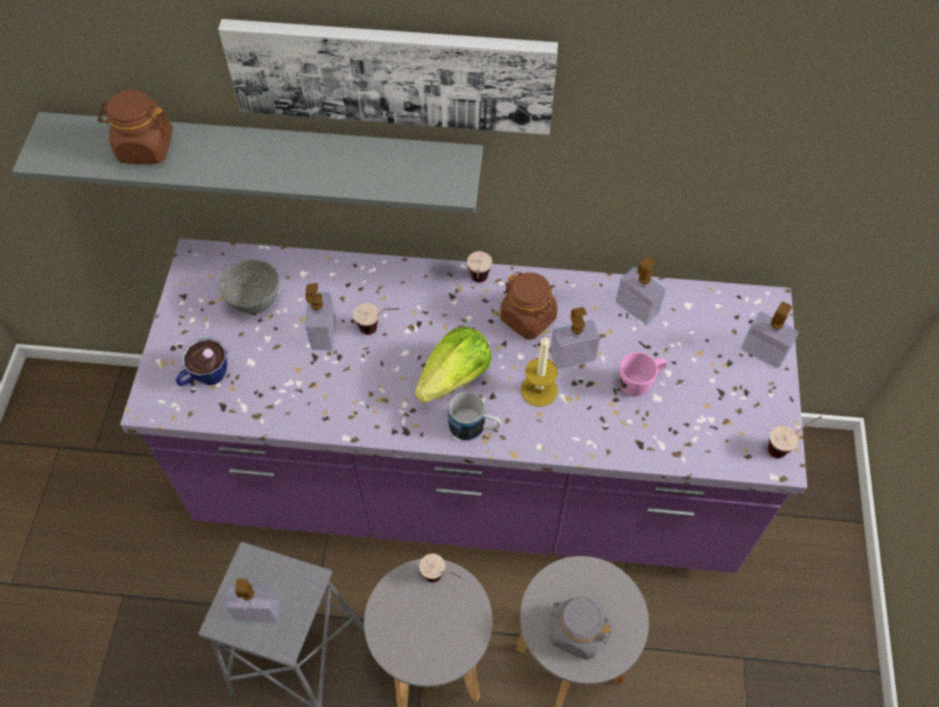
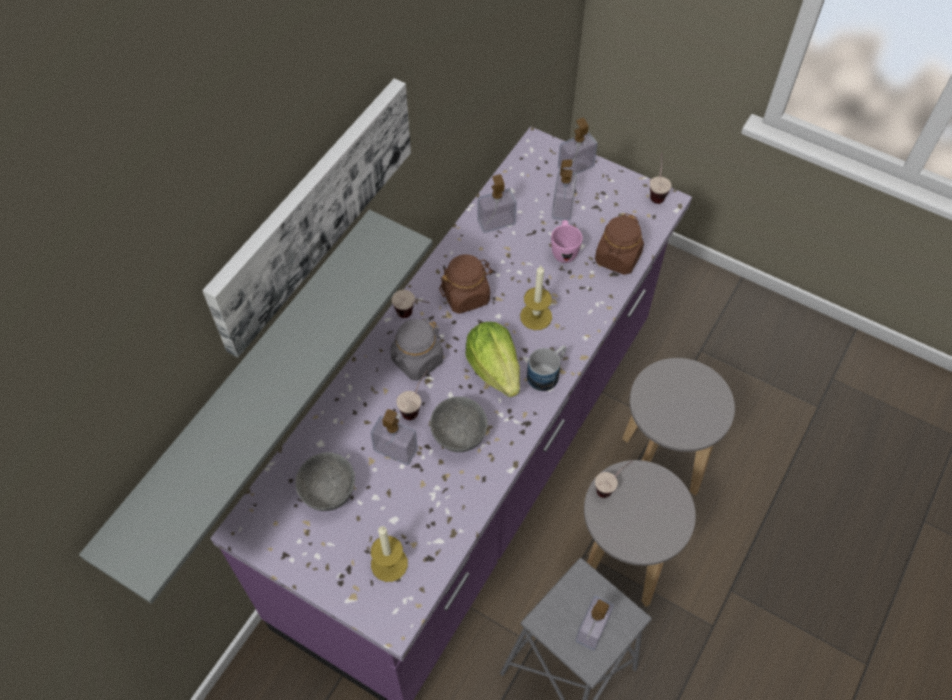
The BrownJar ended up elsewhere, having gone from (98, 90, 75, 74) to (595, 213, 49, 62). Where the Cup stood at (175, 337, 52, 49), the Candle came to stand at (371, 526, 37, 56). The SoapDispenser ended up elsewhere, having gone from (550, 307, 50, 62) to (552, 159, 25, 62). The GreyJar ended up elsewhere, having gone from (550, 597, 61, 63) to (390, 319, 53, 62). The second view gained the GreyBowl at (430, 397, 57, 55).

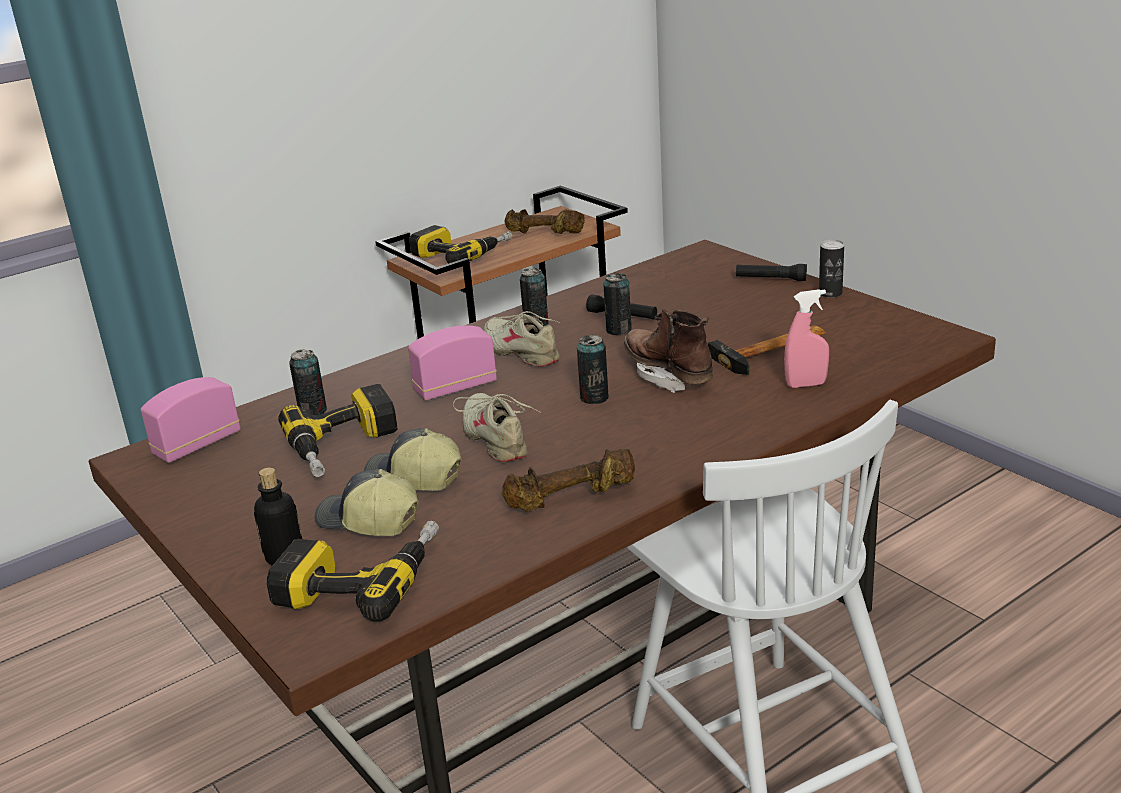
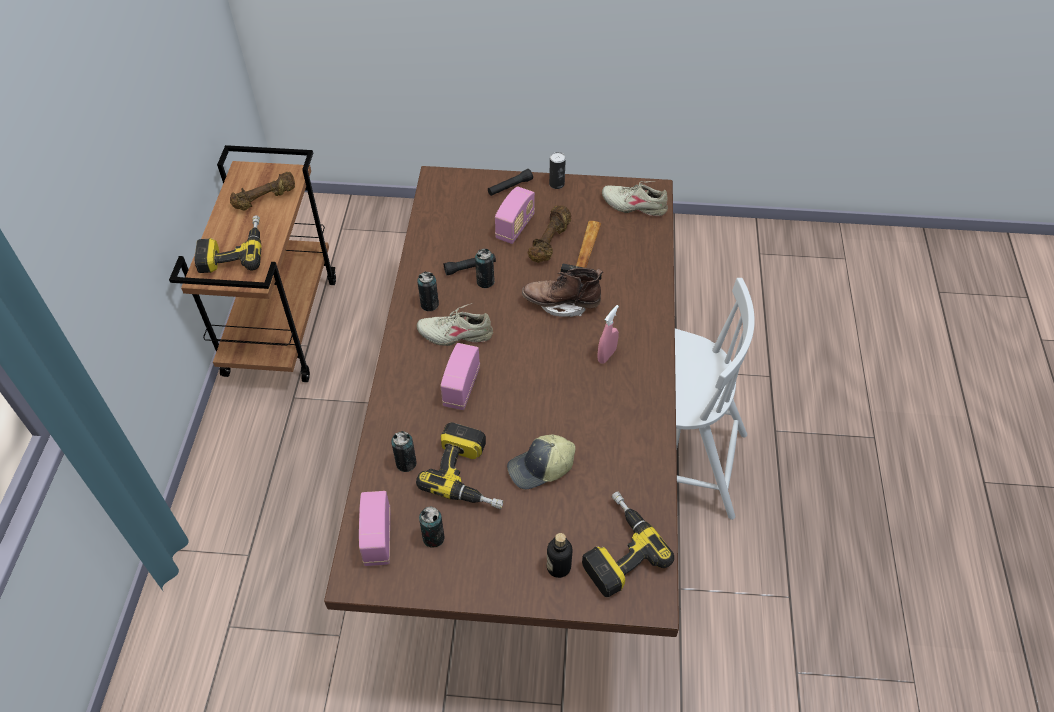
The second view lost the Cap at (315, 469, 104, 67). The BeigeShoe ended up elsewhere, having gone from (452, 393, 89, 69) to (602, 181, 66, 35). The BrownDumbbell ended up elsewhere, having gone from (502, 449, 133, 63) to (528, 205, 43, 58). The Can ended up elsewhere, having gone from (577, 334, 32, 70) to (419, 506, 25, 42). The PinkSprayBottle ended up elsewhere, having gone from (784, 289, 45, 99) to (597, 305, 22, 59). The second view gained the Radio at (495, 186, 40, 58).

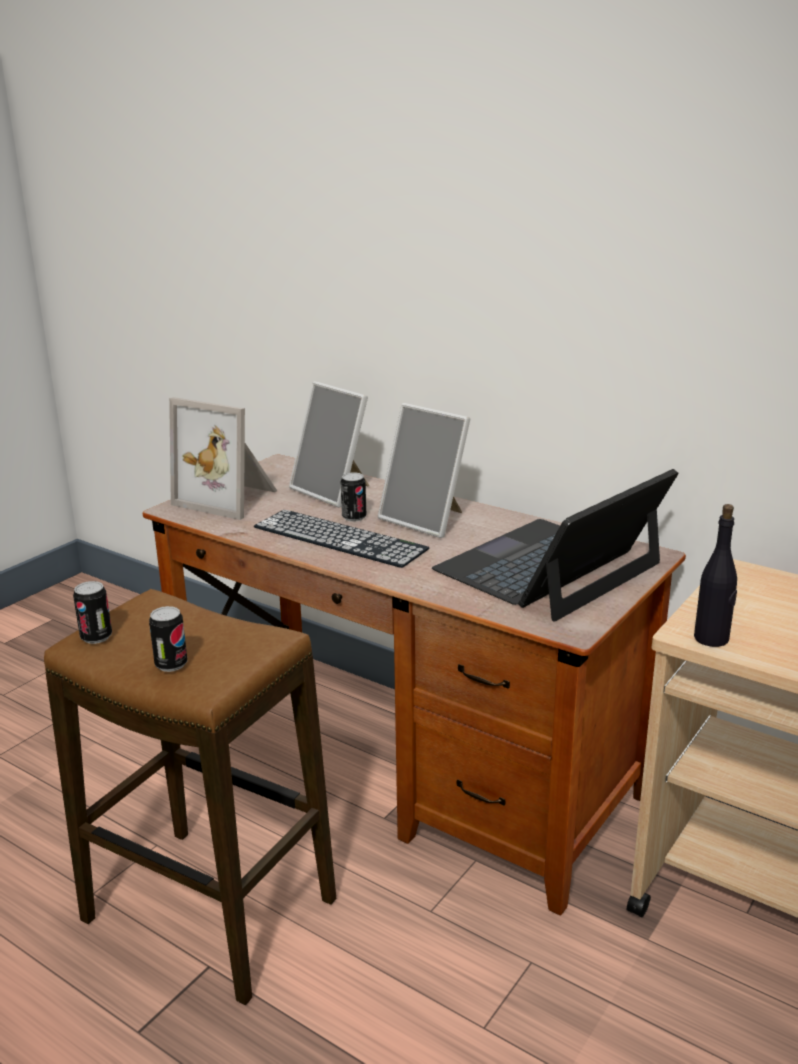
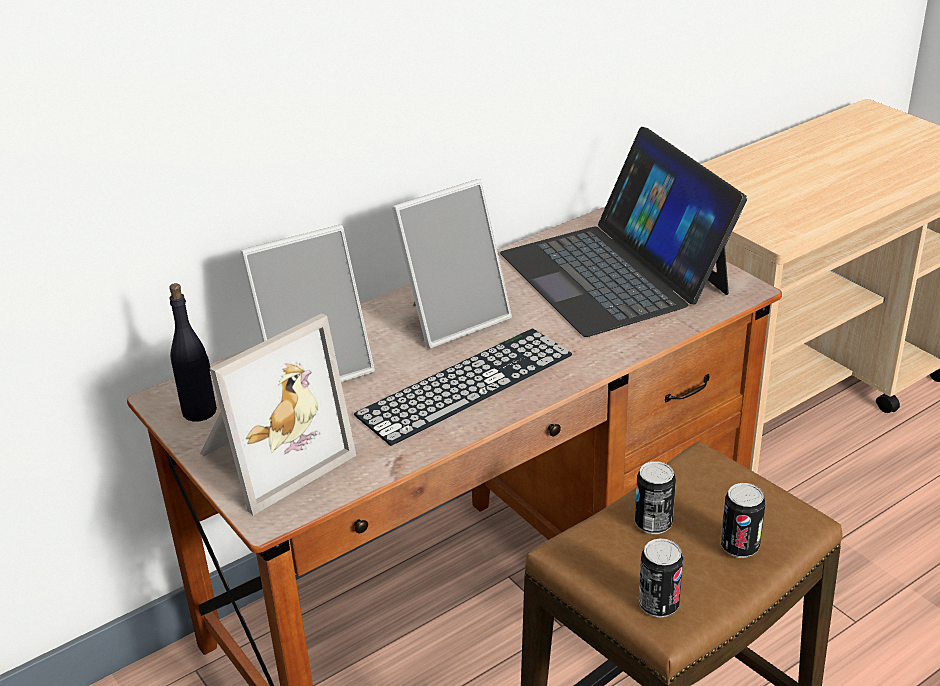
The Can ended up elsewhere, having gone from (341, 472, 25, 50) to (635, 461, 41, 73). The BlackBottle ended up elsewhere, having gone from (694, 504, 43, 143) to (169, 283, 48, 139).

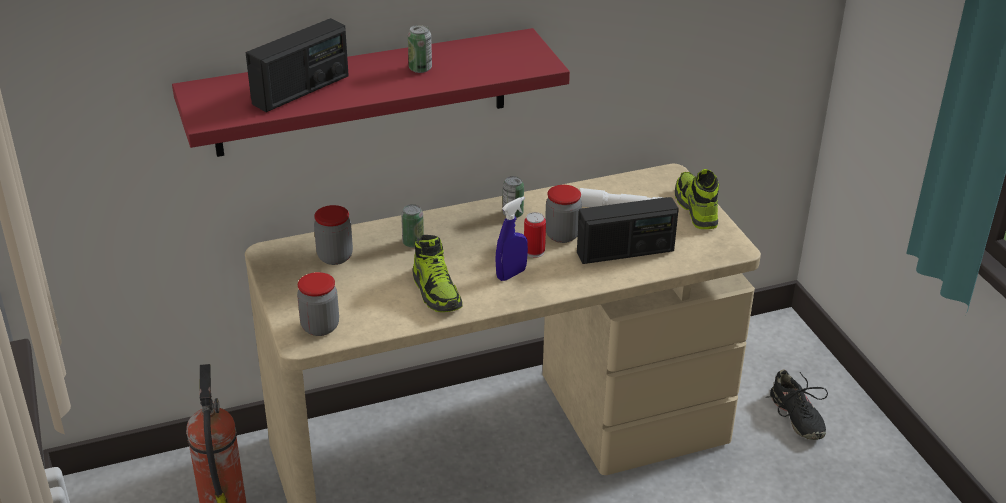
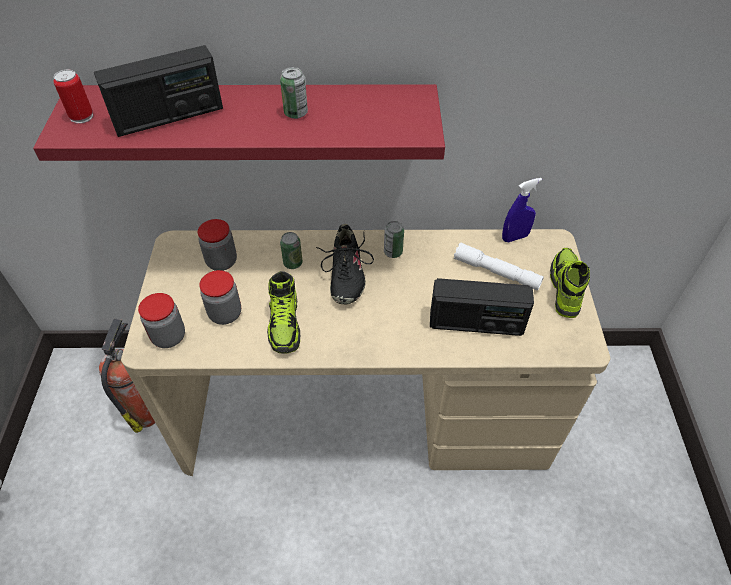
The BlueSprayBottle ended up elsewhere, having gone from (495, 196, 33, 85) to (502, 178, 40, 64). The Can ended up elsewhere, having gone from (524, 212, 22, 46) to (54, 70, 39, 54). The Jar ended up elsewhere, having gone from (545, 185, 37, 58) to (199, 270, 42, 55). The BlackShoe ended up elsewhere, having gone from (766, 369, 62, 71) to (316, 224, 58, 80).

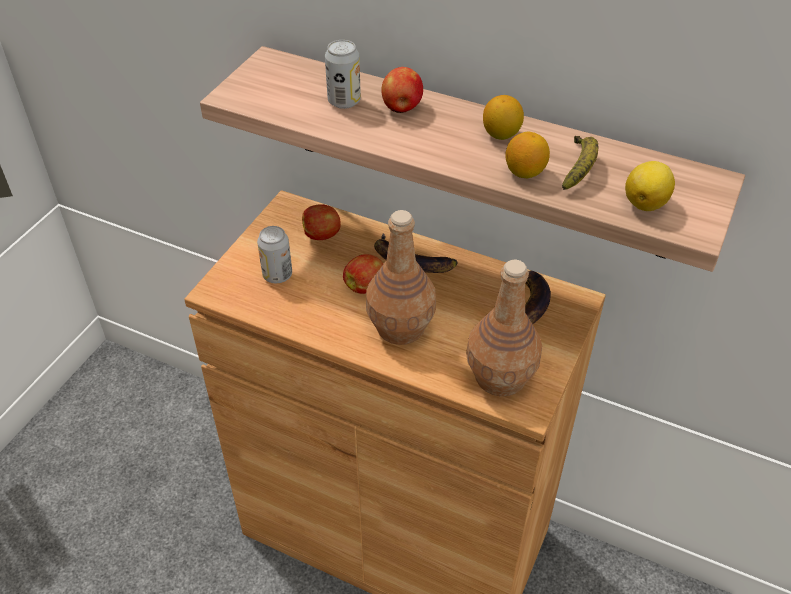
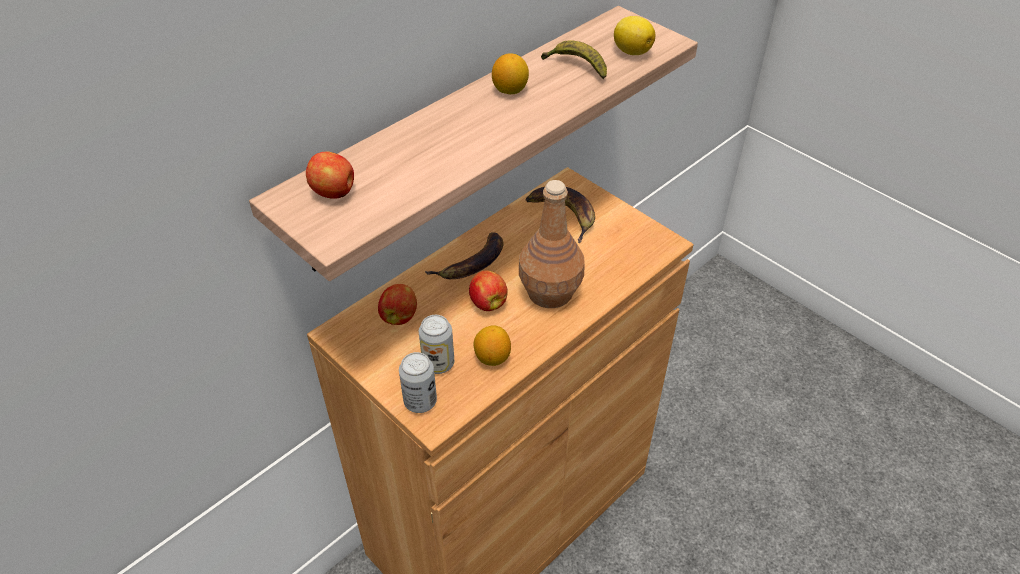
The Can ended up elsewhere, having gone from (325, 40, 36, 69) to (399, 352, 38, 61). The Apple ended up elsewhere, having gone from (381, 67, 42, 46) to (306, 151, 48, 48). The second view lost the BrownBottle at (466, 260, 76, 136). The Lemon ended up elsewhere, having gone from (505, 132, 45, 46) to (474, 325, 37, 41).

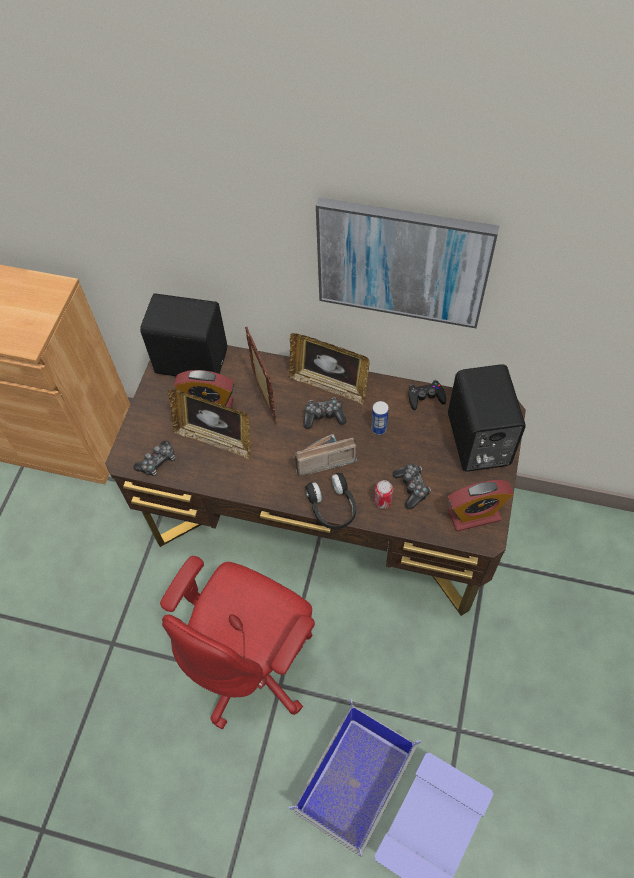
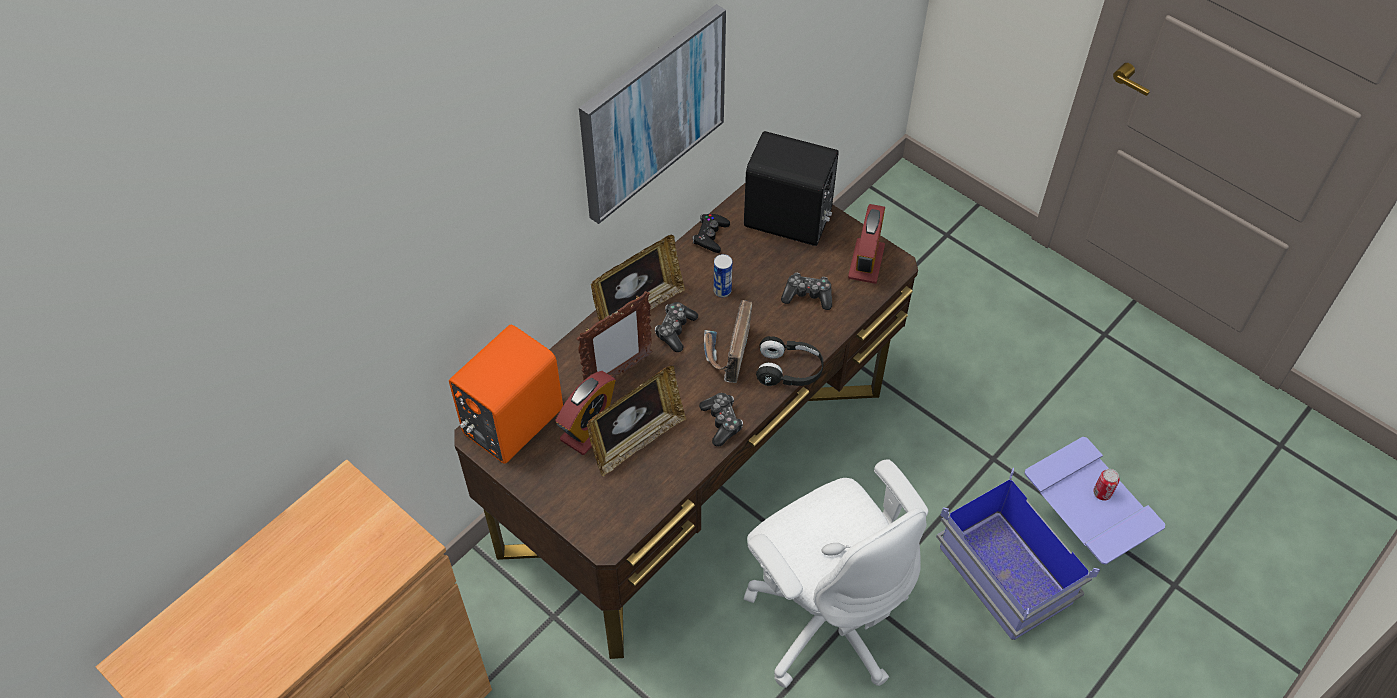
The GameController ended up elsewhere, having gone from (133, 441, 42, 35) to (699, 393, 44, 53). What was the BlackSpeaker at (140, 294, 87, 83) turned into the OrangeSpeaker at (449, 325, 114, 139). What was the RedOfficeChair at (160, 556, 155, 173) turned into the WhiteOfficeChair at (744, 459, 184, 229). The PictureFrame at (245, 327, 32, 97) ended up facing another way, 135 degrees clockwise from before. The Can ended up elsewhere, having gone from (374, 480, 19, 29) to (1093, 469, 27, 31).

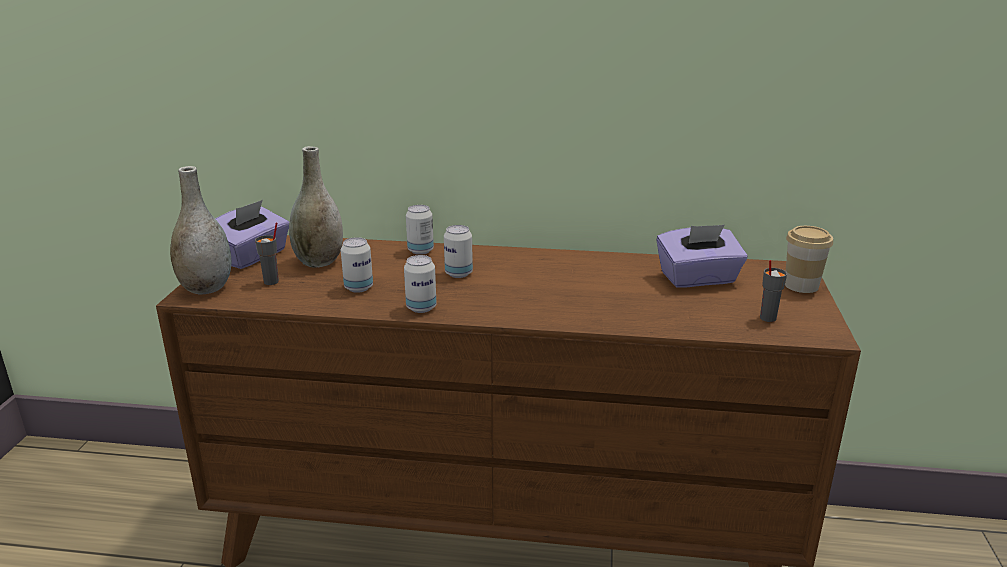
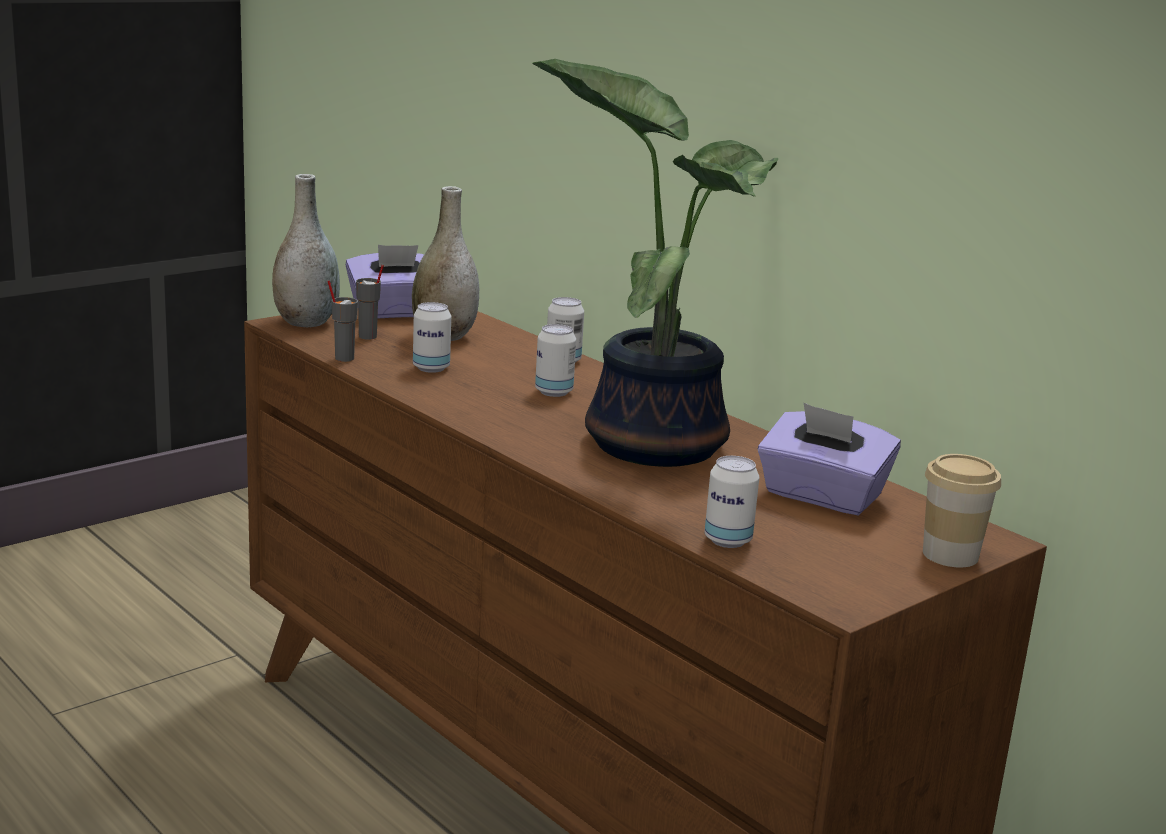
The Can ended up elsewhere, having gone from (404, 255, 33, 58) to (705, 456, 54, 92). The GreyCup ended up elsewhere, having gone from (760, 260, 27, 62) to (328, 280, 30, 82). The second view gained the PottedPlant at (532, 59, 246, 408).

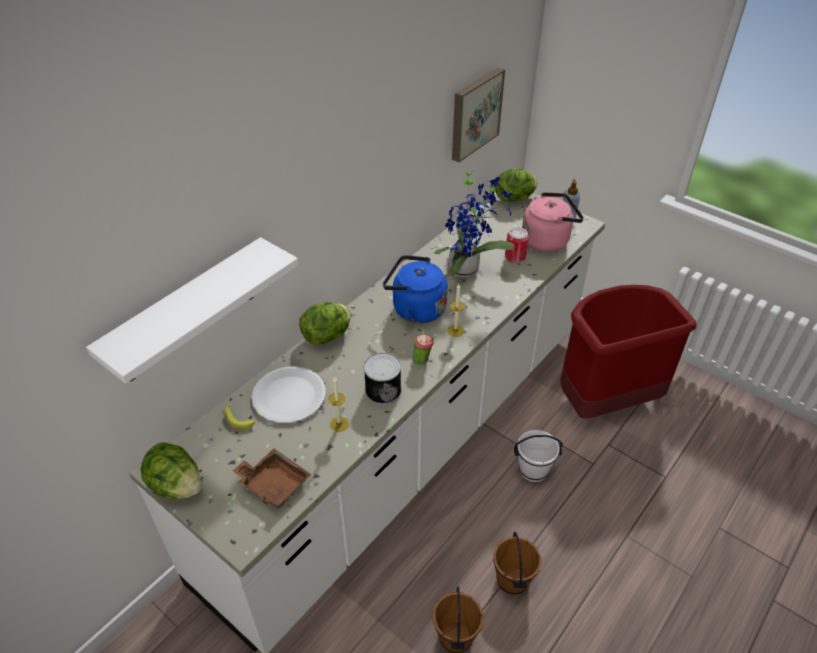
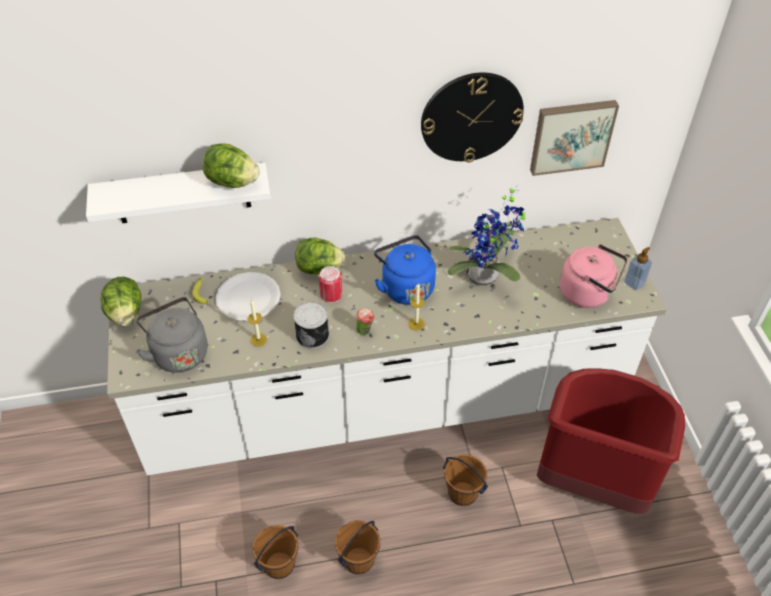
Where the BrownTray stood at (233, 448, 78, 60), the GreyKettle came to stand at (136, 297, 72, 76). The Lettuce ended up elsewhere, having gone from (495, 168, 42, 34) to (203, 144, 57, 44). The Can ended up elsewhere, having gone from (505, 227, 24, 37) to (319, 266, 24, 37). What was the WhiteBucket at (514, 430, 49, 52) turned into the BrownBucket at (443, 455, 45, 51). The second view gained the WallClock at (421, 73, 103, 90).

